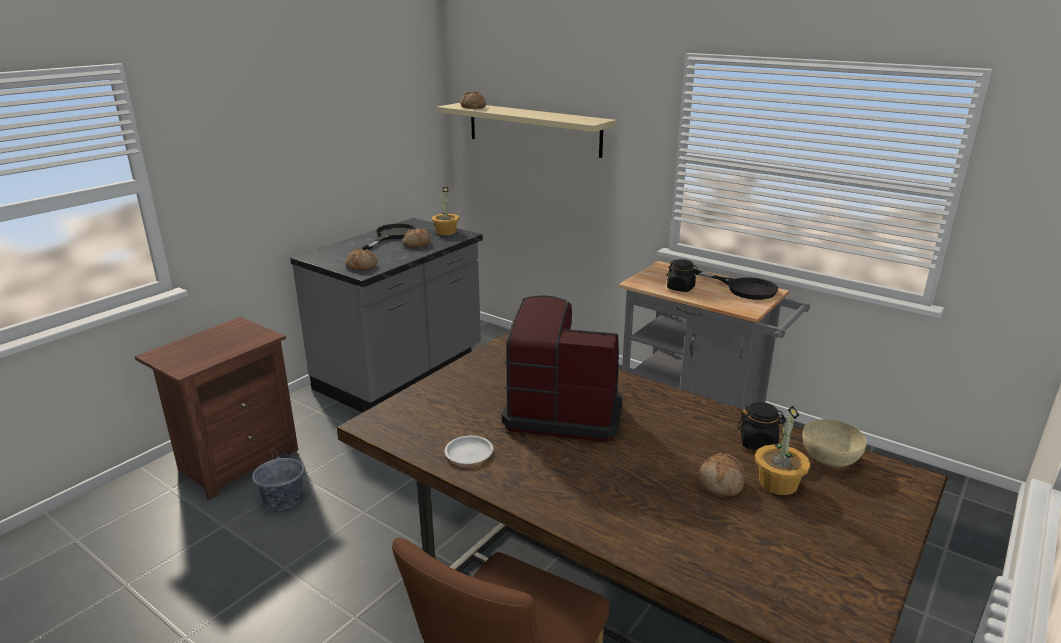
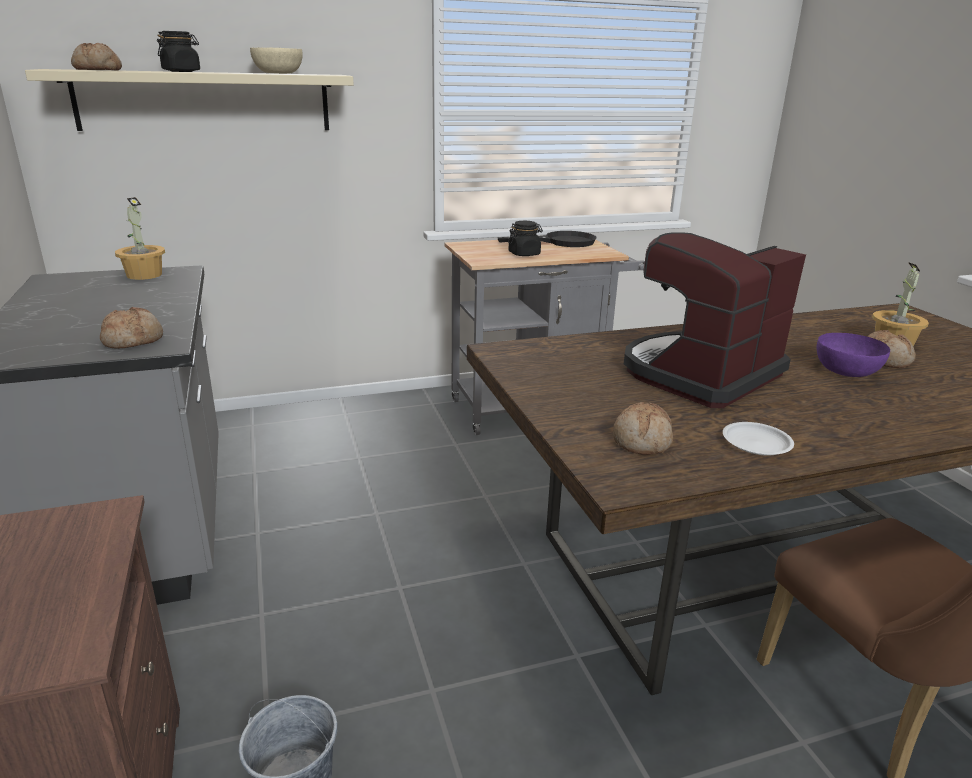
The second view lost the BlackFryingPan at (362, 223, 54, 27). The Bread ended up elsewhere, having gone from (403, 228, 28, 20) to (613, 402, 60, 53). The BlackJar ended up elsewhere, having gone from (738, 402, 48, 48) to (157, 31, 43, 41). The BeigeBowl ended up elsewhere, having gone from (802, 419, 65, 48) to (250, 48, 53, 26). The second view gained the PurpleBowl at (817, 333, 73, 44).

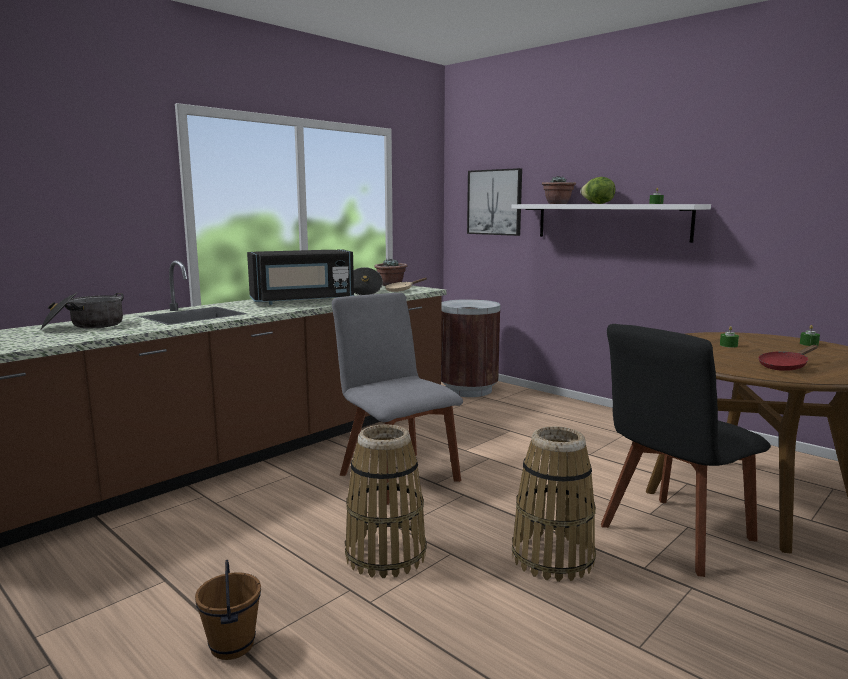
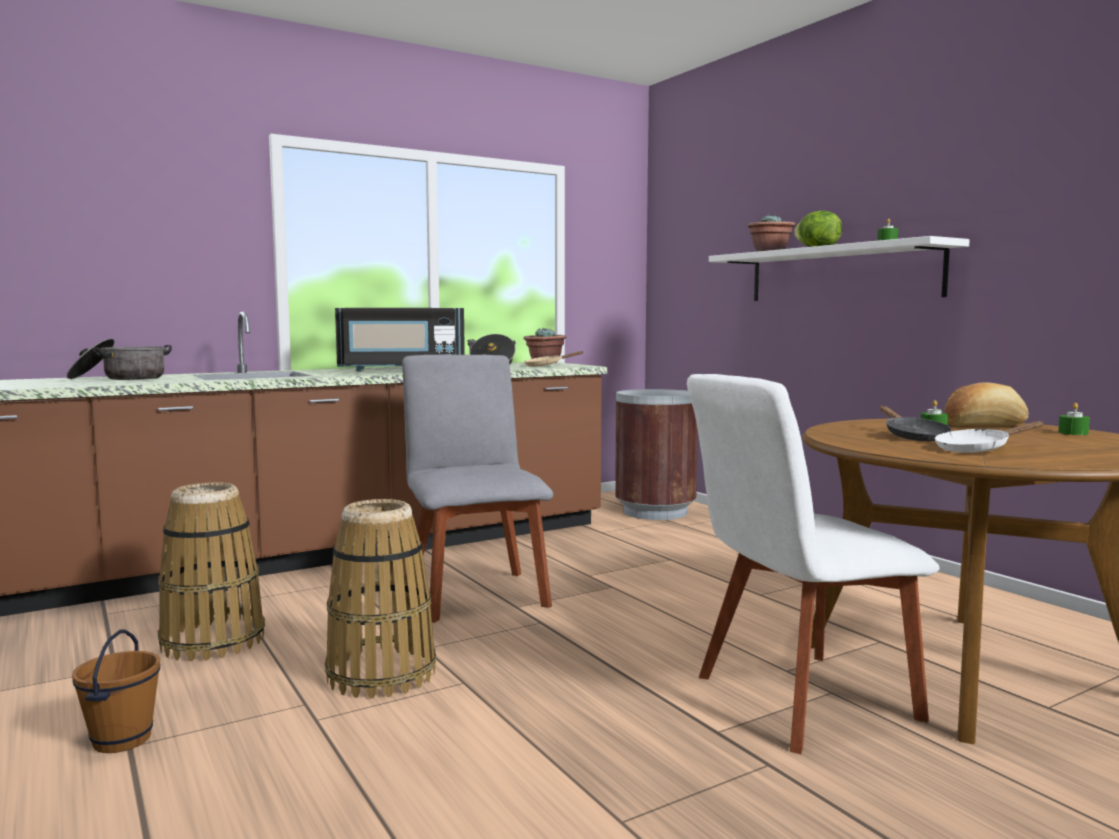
The second view lost the Picture at (467, 168, 55, 68). The Basket ended up elsewhere, having gone from (512, 426, 84, 156) to (158, 482, 107, 179). What was the BlackChair at (601, 324, 170, 253) turned into the WhiteChair at (687, 374, 253, 380). What was the RedFryingPan at (758, 345, 60, 26) turned into the WhiteFryingPan at (934, 421, 110, 32). The second view gained the BlackFryingPan at (879, 406, 73, 35). The second view gained the Bread at (944, 382, 85, 44).

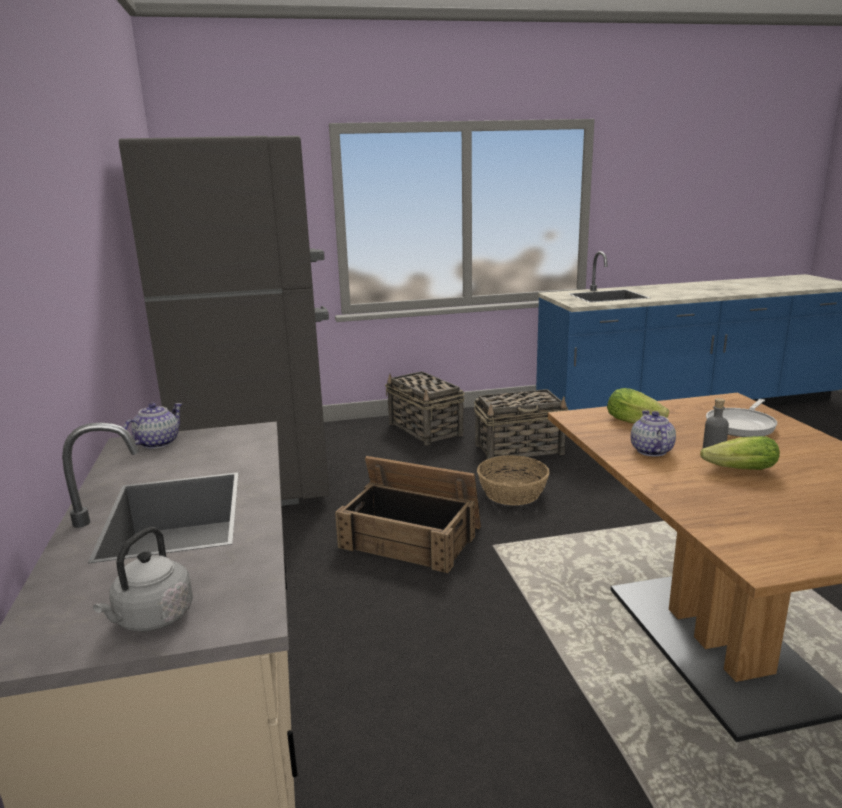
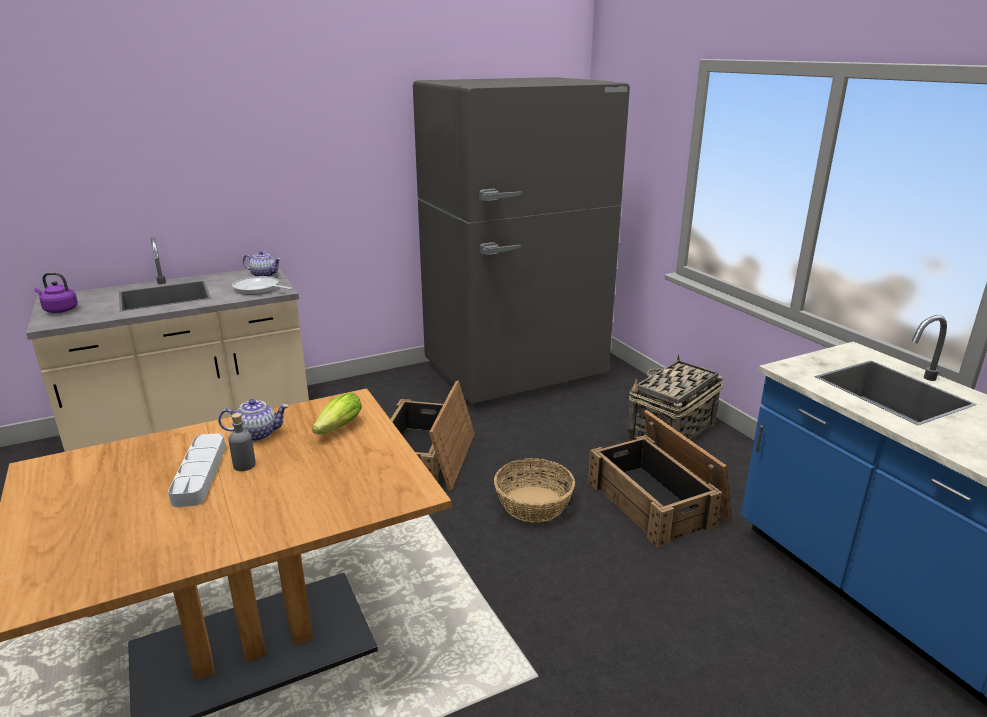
What was the GreyKettle at (93, 527, 100, 105) turned into the PurpleKettle at (34, 273, 44, 40). Where the Basket stood at (474, 389, 94, 72), the Crate came to stand at (588, 410, 143, 138). Where the Lettuce stood at (700, 436, 80, 34), the GreyTray came to stand at (168, 433, 58, 74). The FryingPan ended up elsewhere, having gone from (706, 399, 71, 38) to (232, 276, 60, 19).

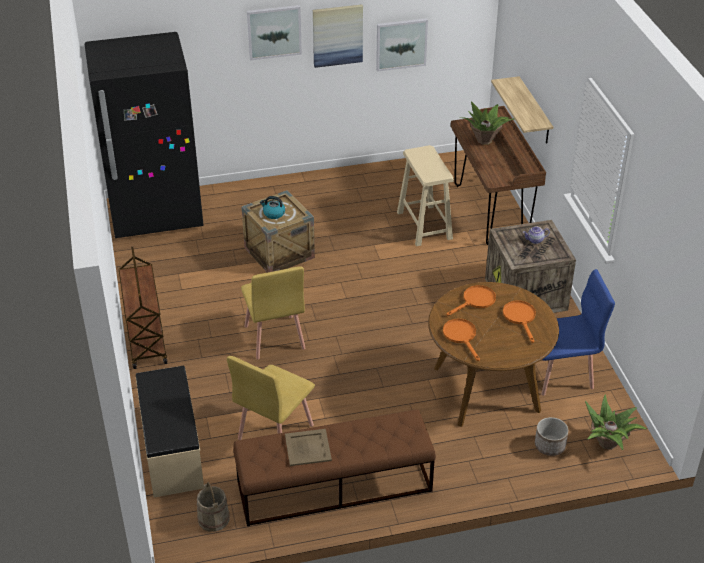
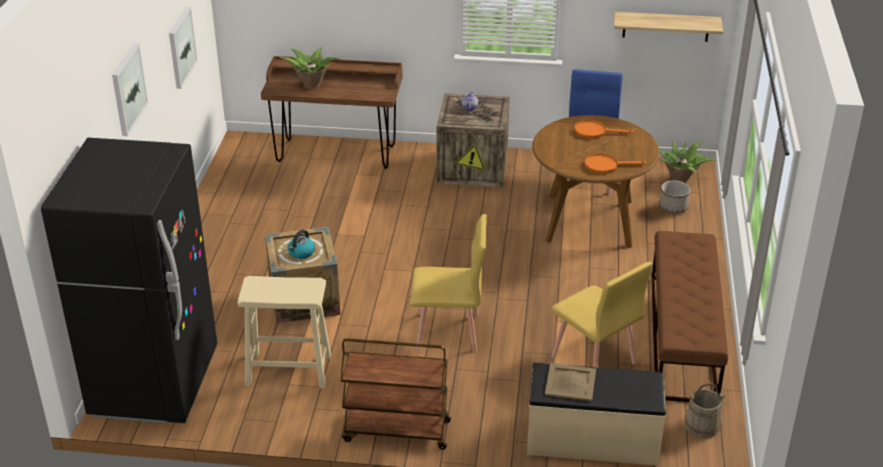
The BeigeTray ended up elsewhere, having gone from (285, 429, 47, 37) to (545, 363, 51, 38). The second view lost the Picture at (313, 4, 50, 64). The BeigeStool ended up elsewhere, having gone from (397, 145, 57, 101) to (238, 276, 93, 112). The second view lost the OrangeFryingPan at (447, 285, 49, 31). The Shelf ended up elsewhere, having gone from (491, 76, 62, 68) to (614, 12, 109, 30).

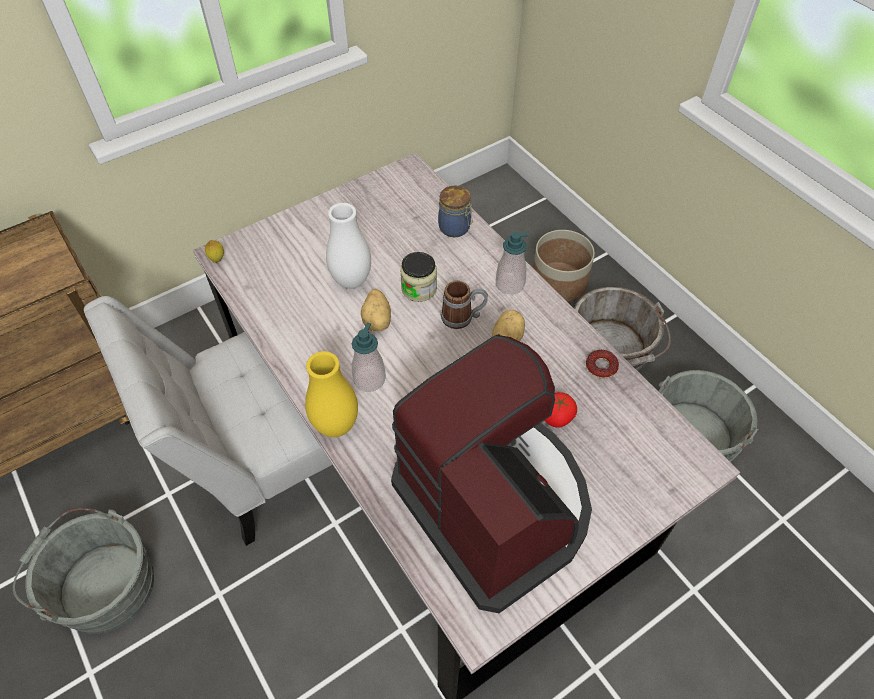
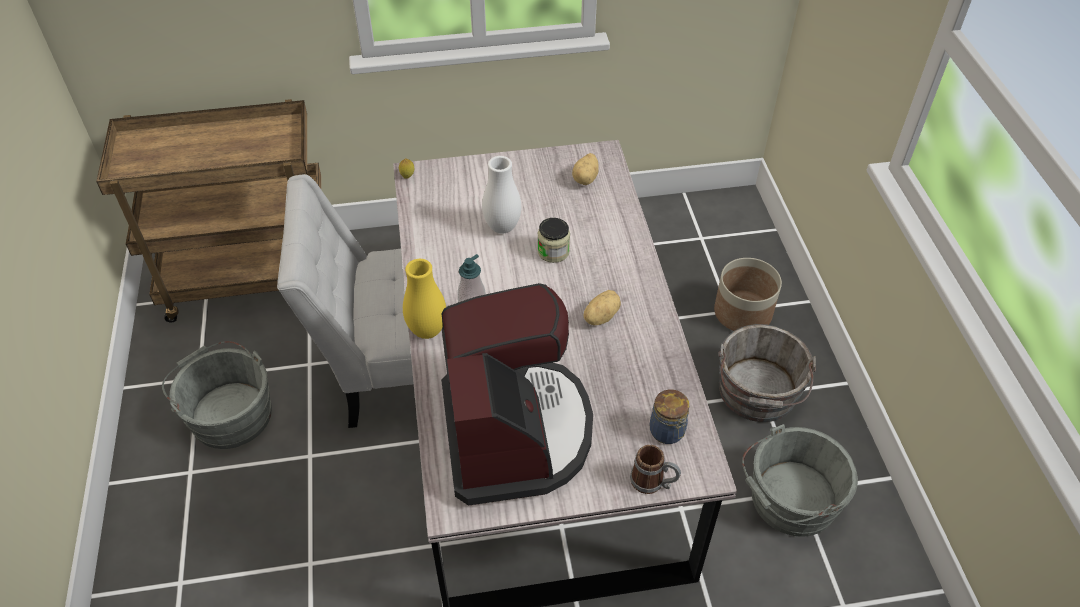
The Potato ended up elsewhere, having gone from (361, 289, 30, 42) to (572, 153, 27, 32). The Jar ended up elsewhere, having gone from (438, 186, 34, 51) to (650, 390, 39, 54). The Mug ended up elsewhere, having gone from (441, 281, 47, 48) to (630, 445, 51, 49). The second view lost the SoapDispenser at (496, 232, 33, 62). The second view lost the Tomato at (544, 392, 33, 36). The second view lost the Donut at (586, 350, 33, 29).

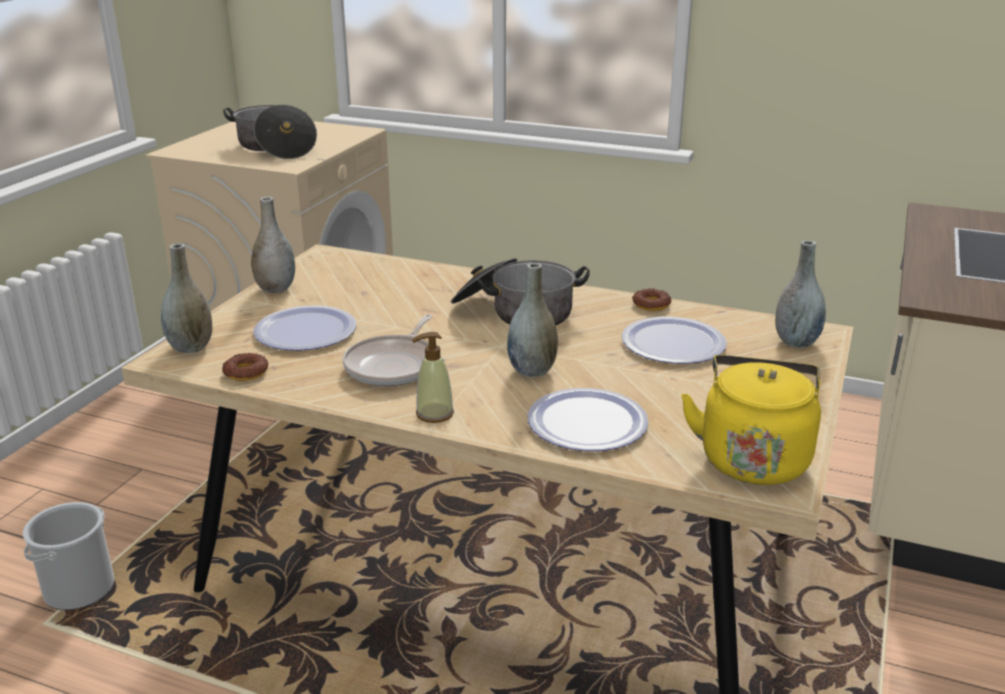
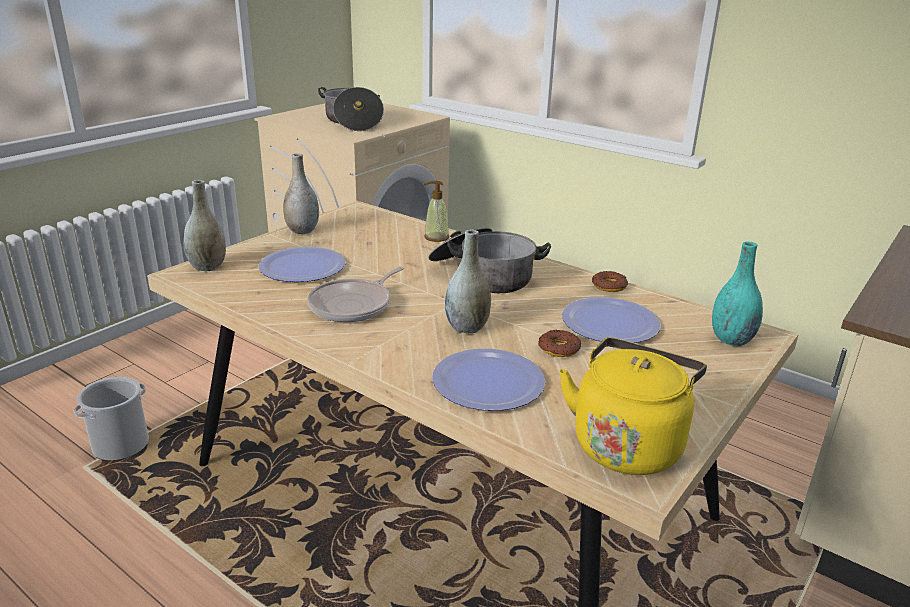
The Donut ended up elsewhere, having gone from (222, 353, 46, 28) to (538, 330, 43, 27). The SoapDispenser ended up elsewhere, having gone from (412, 332, 42, 91) to (424, 181, 25, 61). What was the GreyVase at (775, 240, 51, 108) turned into the TurquoiseVase at (712, 242, 51, 104).

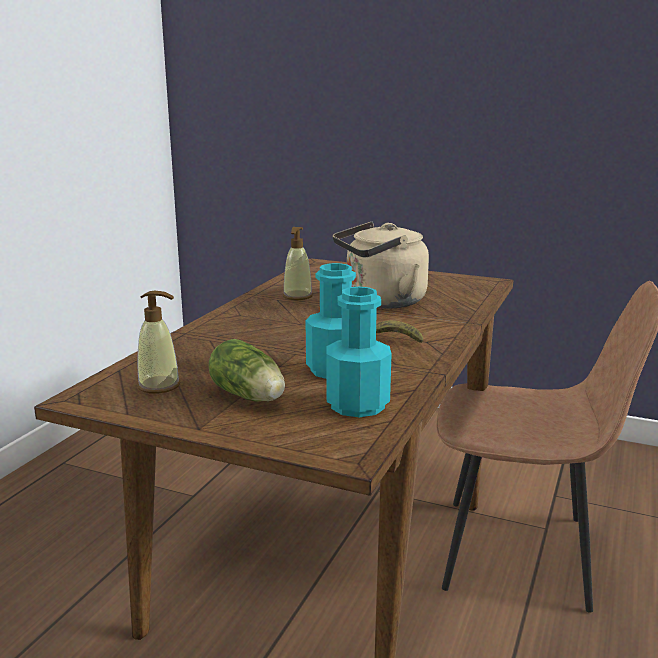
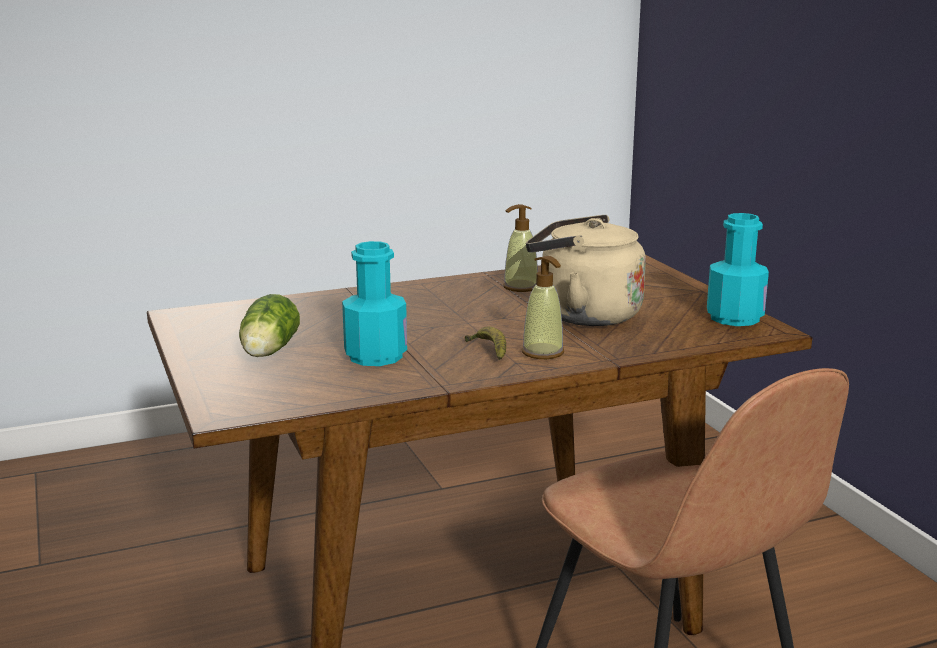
The SoapDispenser ended up elsewhere, having gone from (137, 291, 43, 103) to (522, 256, 42, 103). The TurquoiseBottle ended up elsewhere, having gone from (326, 287, 66, 130) to (707, 213, 62, 113).

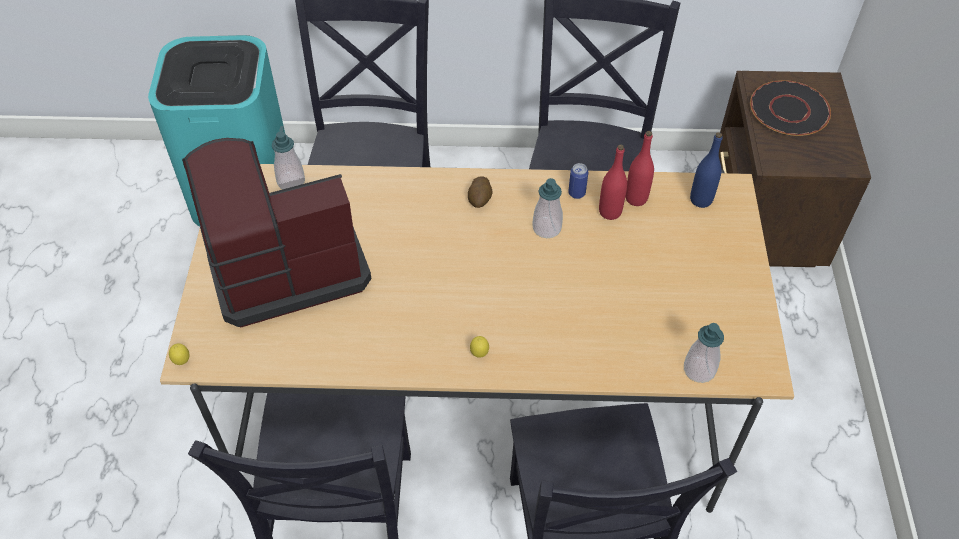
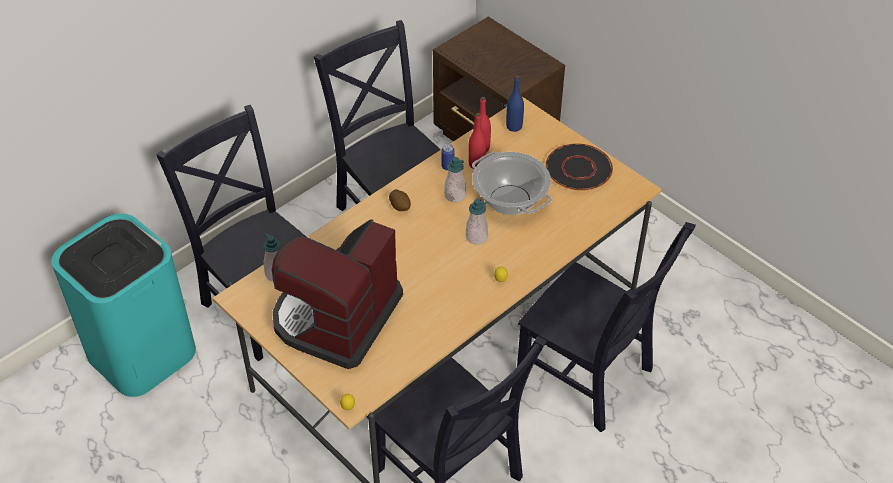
The SoapDispenser ended up elsewhere, having gone from (684, 323, 40, 60) to (466, 199, 22, 46). The BlackPlate ended up elsewhere, having gone from (750, 80, 81, 56) to (545, 143, 68, 48). The second view gained the CookingPot at (472, 152, 80, 63).

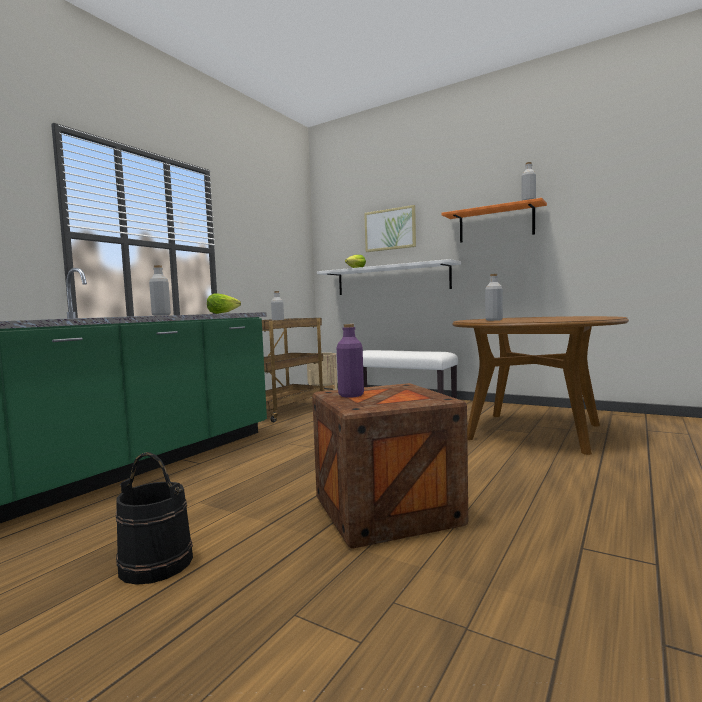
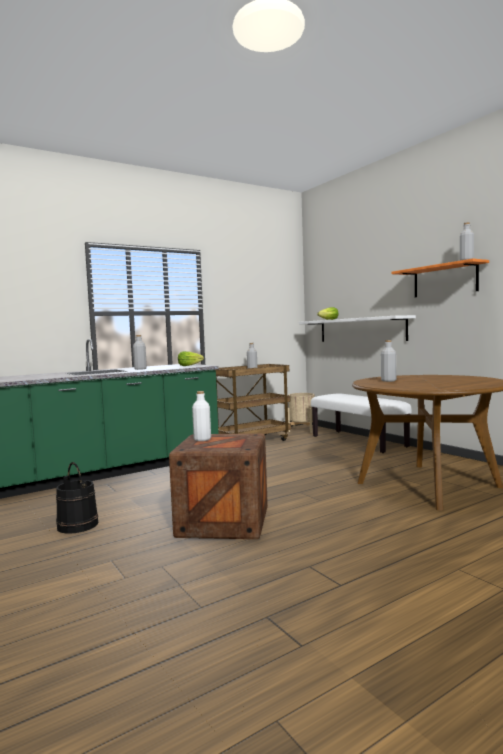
What was the PurpleBottle at (337, 324, 27, 74) turned into the WhiteBottle at (192, 391, 19, 50). The second view lost the Picture at (364, 205, 52, 47).

